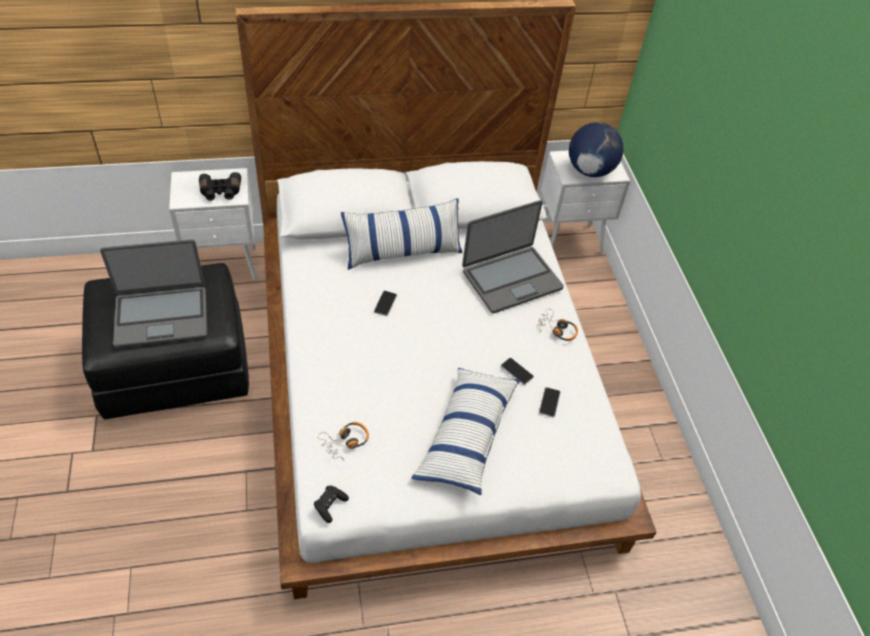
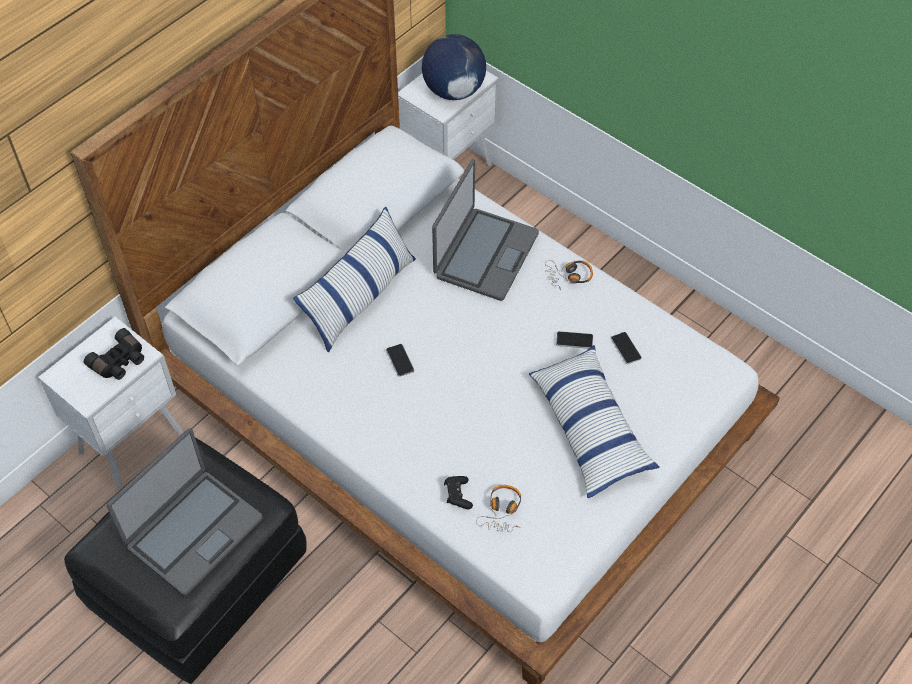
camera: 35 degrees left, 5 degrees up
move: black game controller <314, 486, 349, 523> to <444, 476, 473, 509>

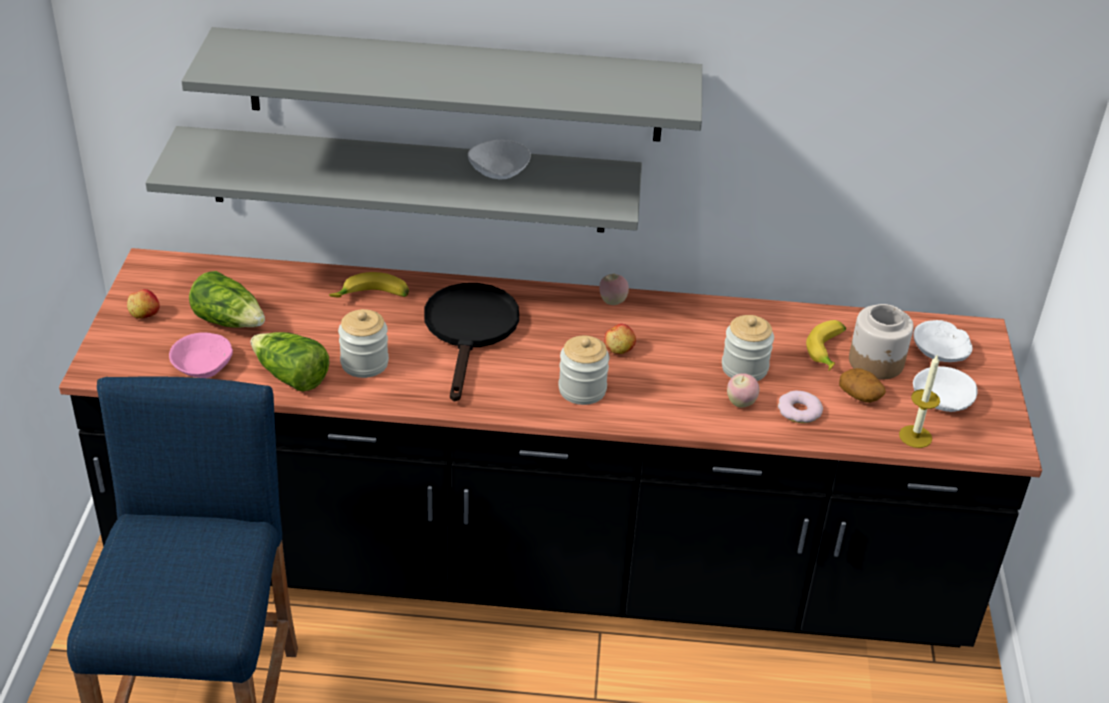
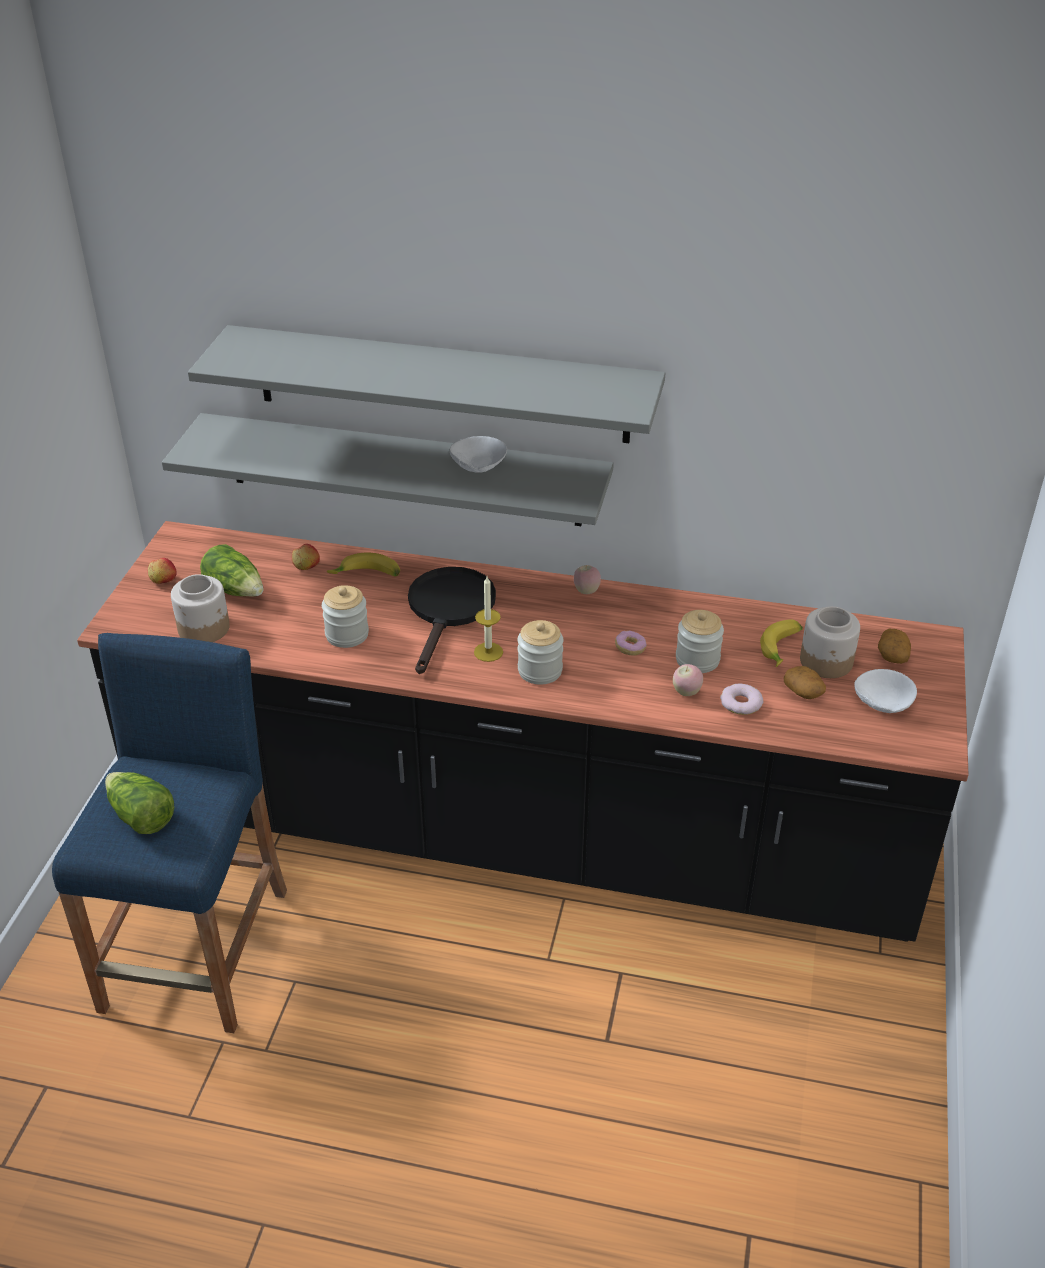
camera: 10 degrees right, 0 degrees up
insert: donut <615, 631, 647, 656>
move: lettuce <250, 332, 330, 392> to <105, 772, 174, 834>; apple <604, 324, 636, 354> to <292, 544, 320, 570>; candle <899, 354, 940, 448> to <474, 577, 503, 662>
replace: pink bowl <169, 332, 233, 378> to jar <171, 574, 230, 642>; white bowl <913, 320, 972, 362> to potato <878, 629, 911, 664>

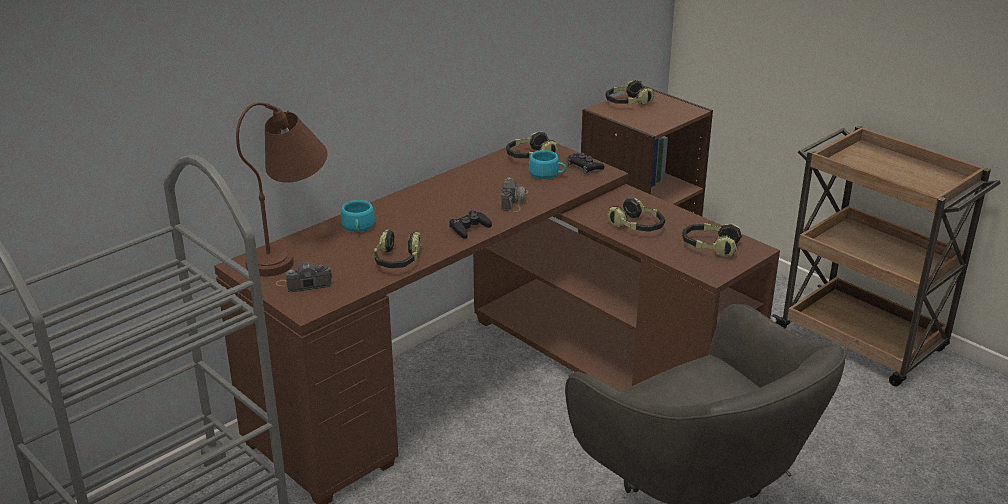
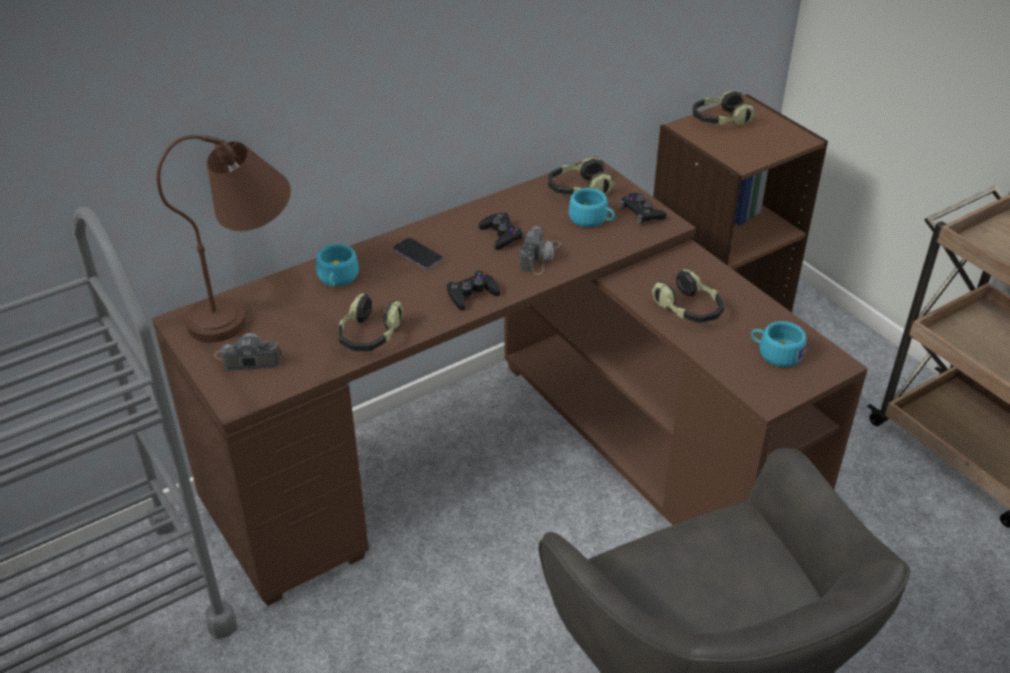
camera: 10 degrees right, 10 degrees up
insert: phone <393, 238, 443, 269>; black game controller <479, 213, 523, 250>
replace: headphones <682, 223, 742, 257> to turquoise cup <751, 321, 806, 367>

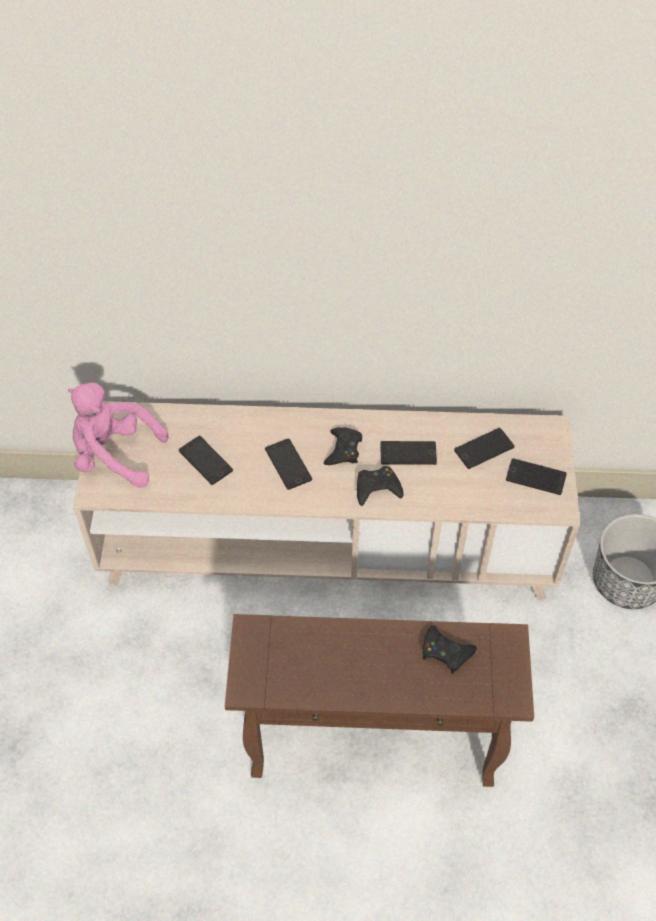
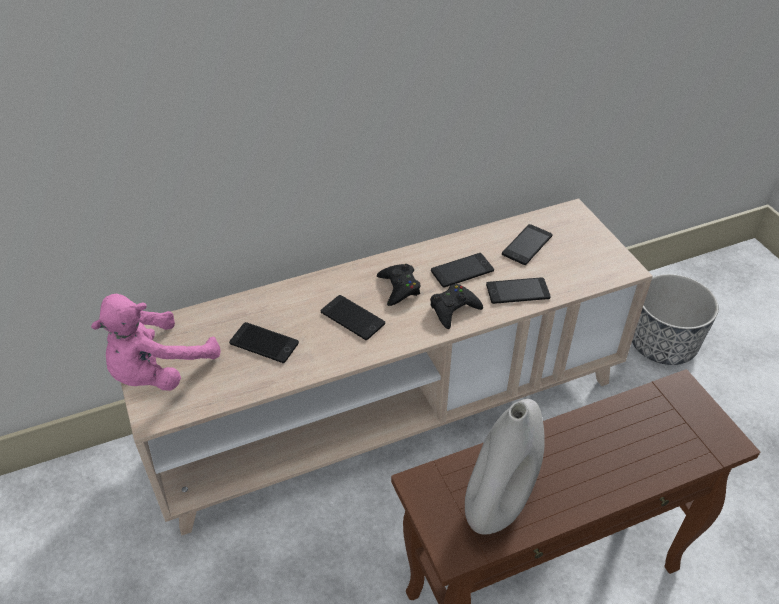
camera: 25 degrees left, 10 degrees down
delete: black game controller <423, 626, 477, 674>
insert: white vase <465, 399, 545, 535>
move: phone <506, 458, 567, 495> to <486, 277, 551, 304>
rotate: pink plush toy <68, 382, 169, 488> = <91, 294, 220, 391> 45 degrees counterclockwise

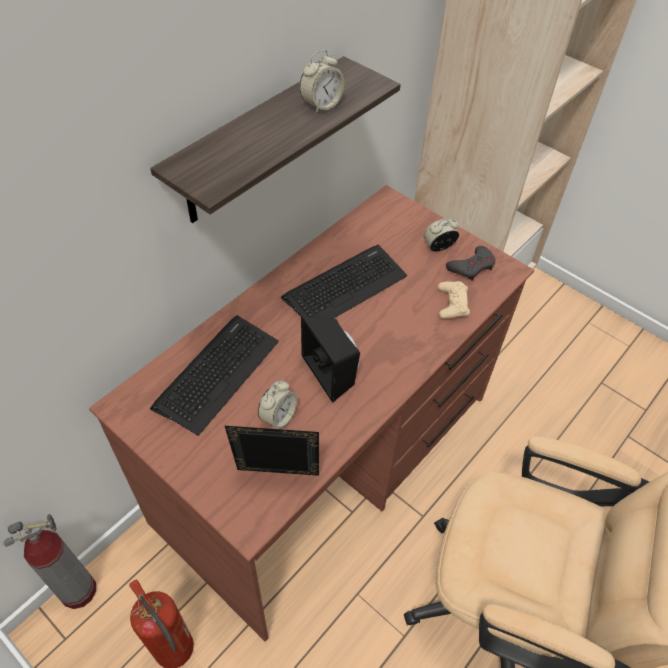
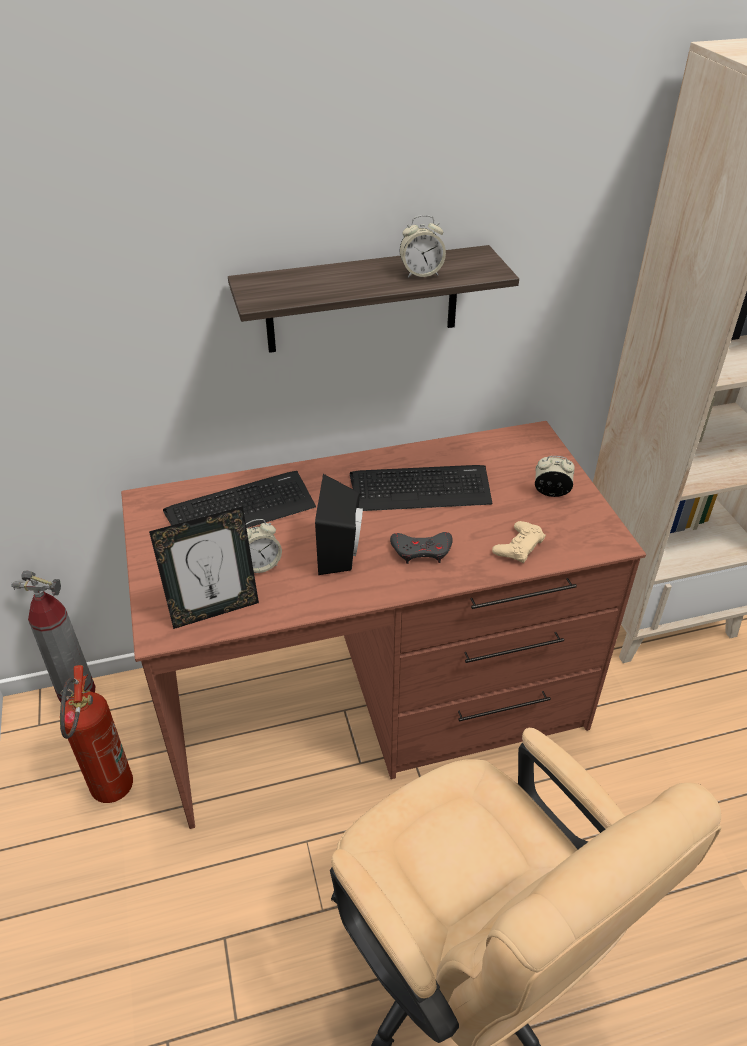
camera: 35 degrees right, 10 degrees down
move: grey game controller <446, 246, 495, 281> to <390, 532, 453, 564>
rotate: picture frame <225, 426, 319, 476> = <149, 506, 259, 629> 120 degrees clockwise

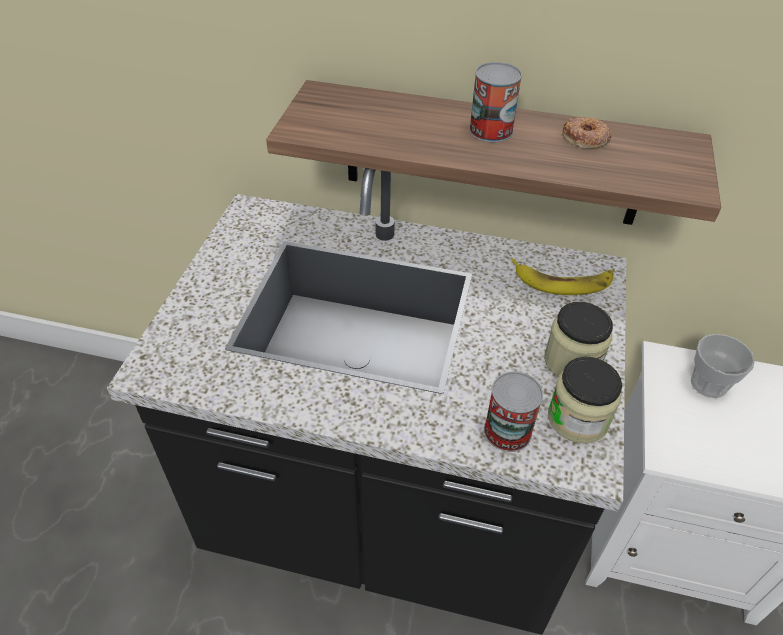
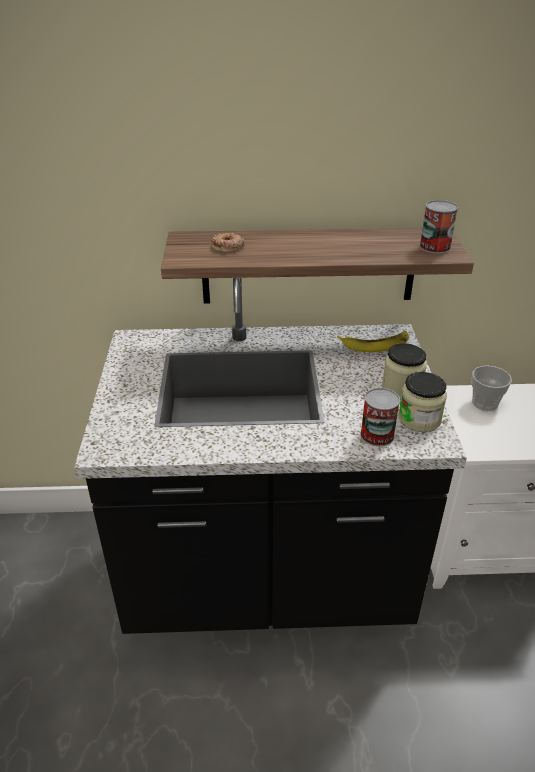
camera: 15 degrees left, 10 degrees down
move: can <469, 62, 522, 142> to <420, 200, 458, 254>; donut <562, 116, 612, 149> to <211, 233, 244, 252>

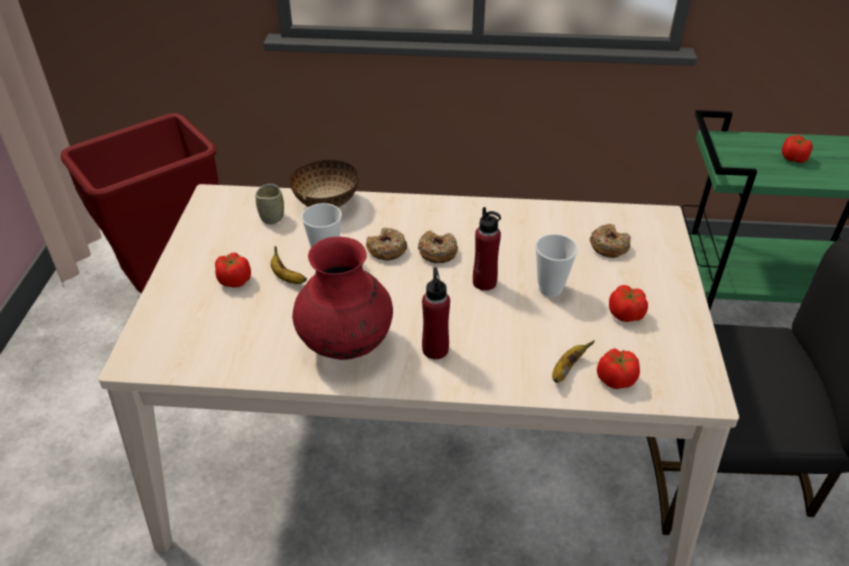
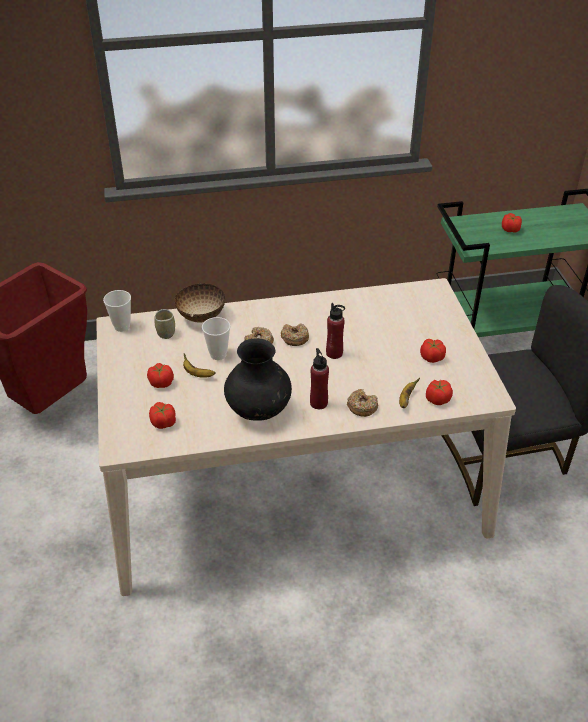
camera: 15 degrees left, 0 degrees up
insert: tomato <149, 402, 176, 429>
move: cup <535, 234, 578, 297> to <103, 290, 131, 332>; donut <589, 224, 631, 258> to <347, 389, 378, 417>
recolor: red vase <292, 237, 393, 360> to black vase <224, 338, 292, 421>

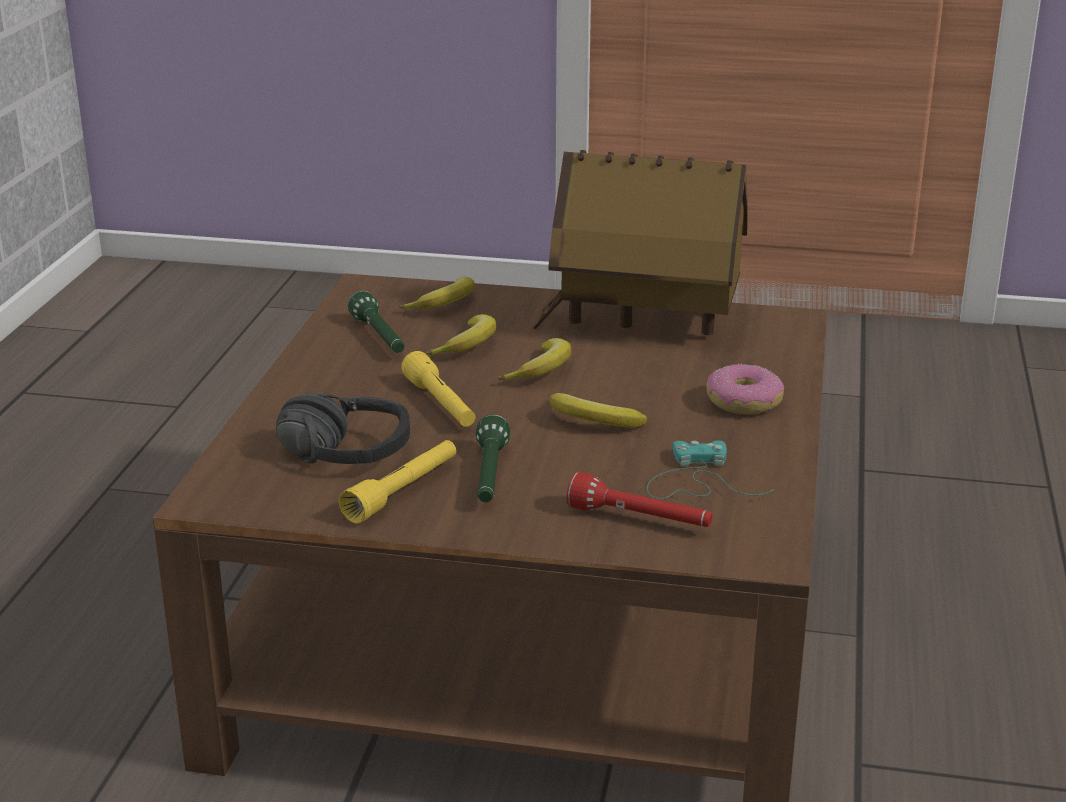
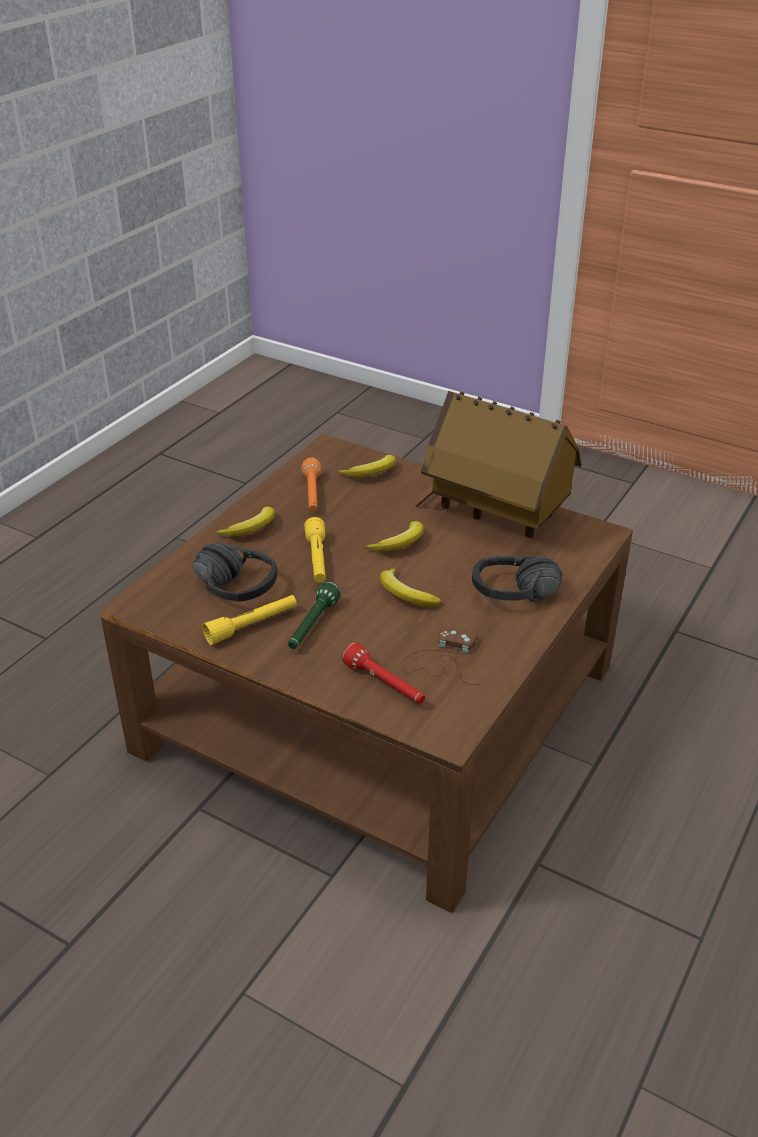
camera: 20 degrees right, 10 degrees up
move: banana <426, 314, 496, 355> to <215, 507, 275, 536>
replace: donut <706, 364, 784, 414> to black headphones <472, 556, 562, 602>
recolor: green flashlight <348, 291, 405, 353> to orange flashlight <302, 458, 321, 512>; turquoise game controller <647, 440, 775, 499> to brown game controller <401, 626, 486, 685>

